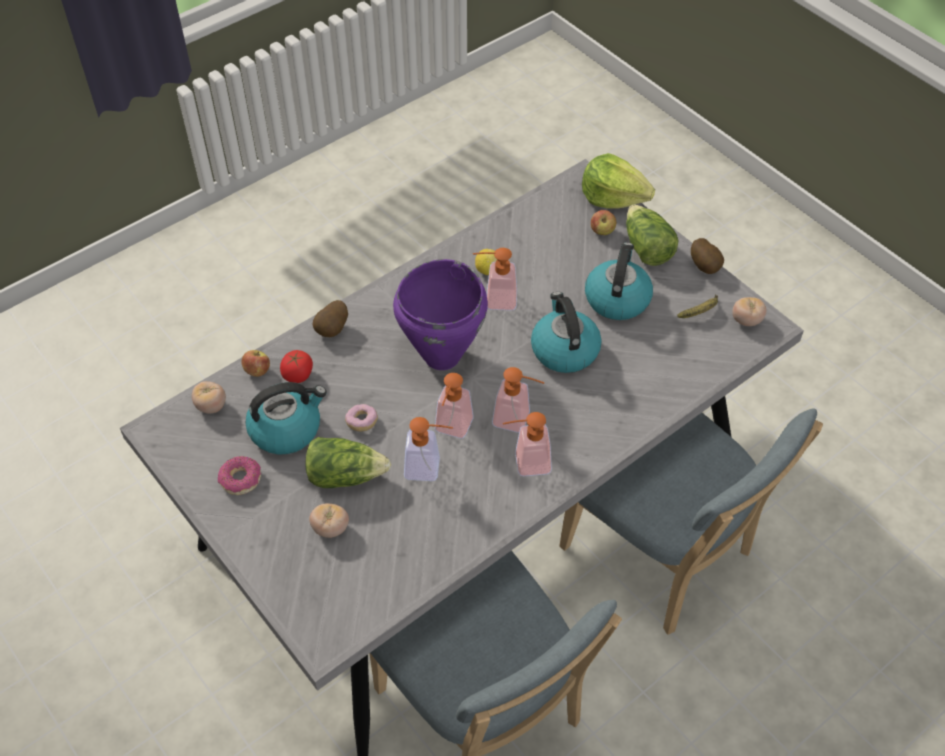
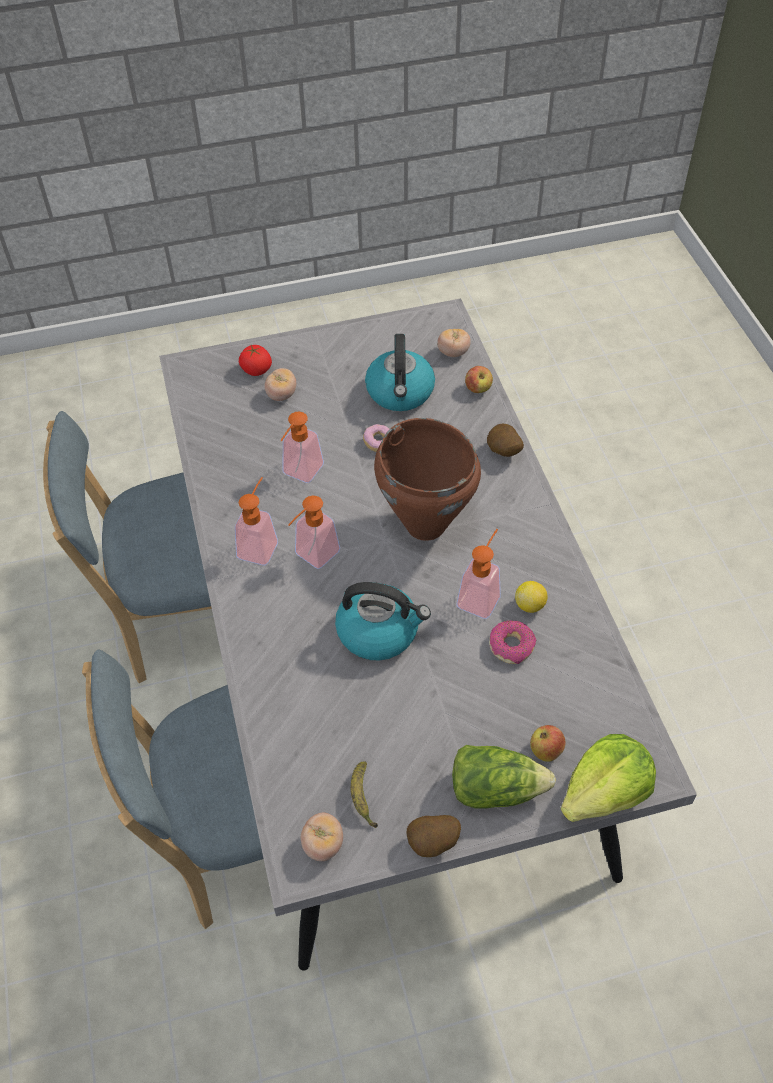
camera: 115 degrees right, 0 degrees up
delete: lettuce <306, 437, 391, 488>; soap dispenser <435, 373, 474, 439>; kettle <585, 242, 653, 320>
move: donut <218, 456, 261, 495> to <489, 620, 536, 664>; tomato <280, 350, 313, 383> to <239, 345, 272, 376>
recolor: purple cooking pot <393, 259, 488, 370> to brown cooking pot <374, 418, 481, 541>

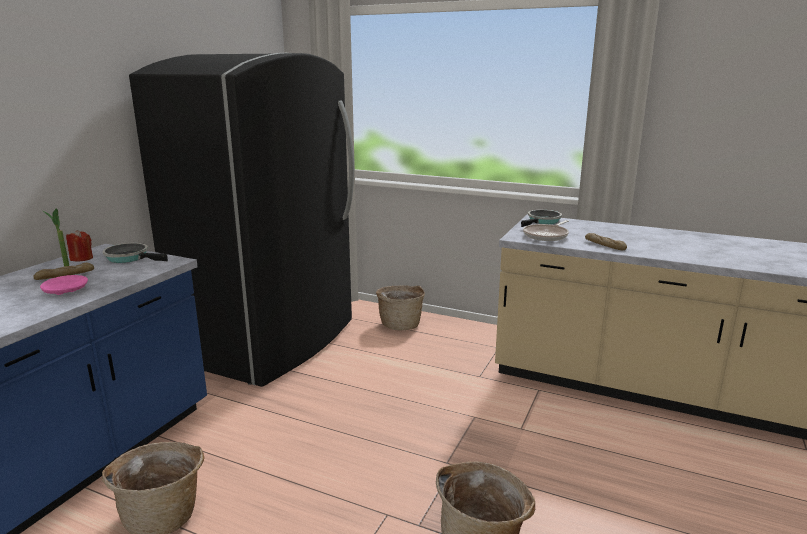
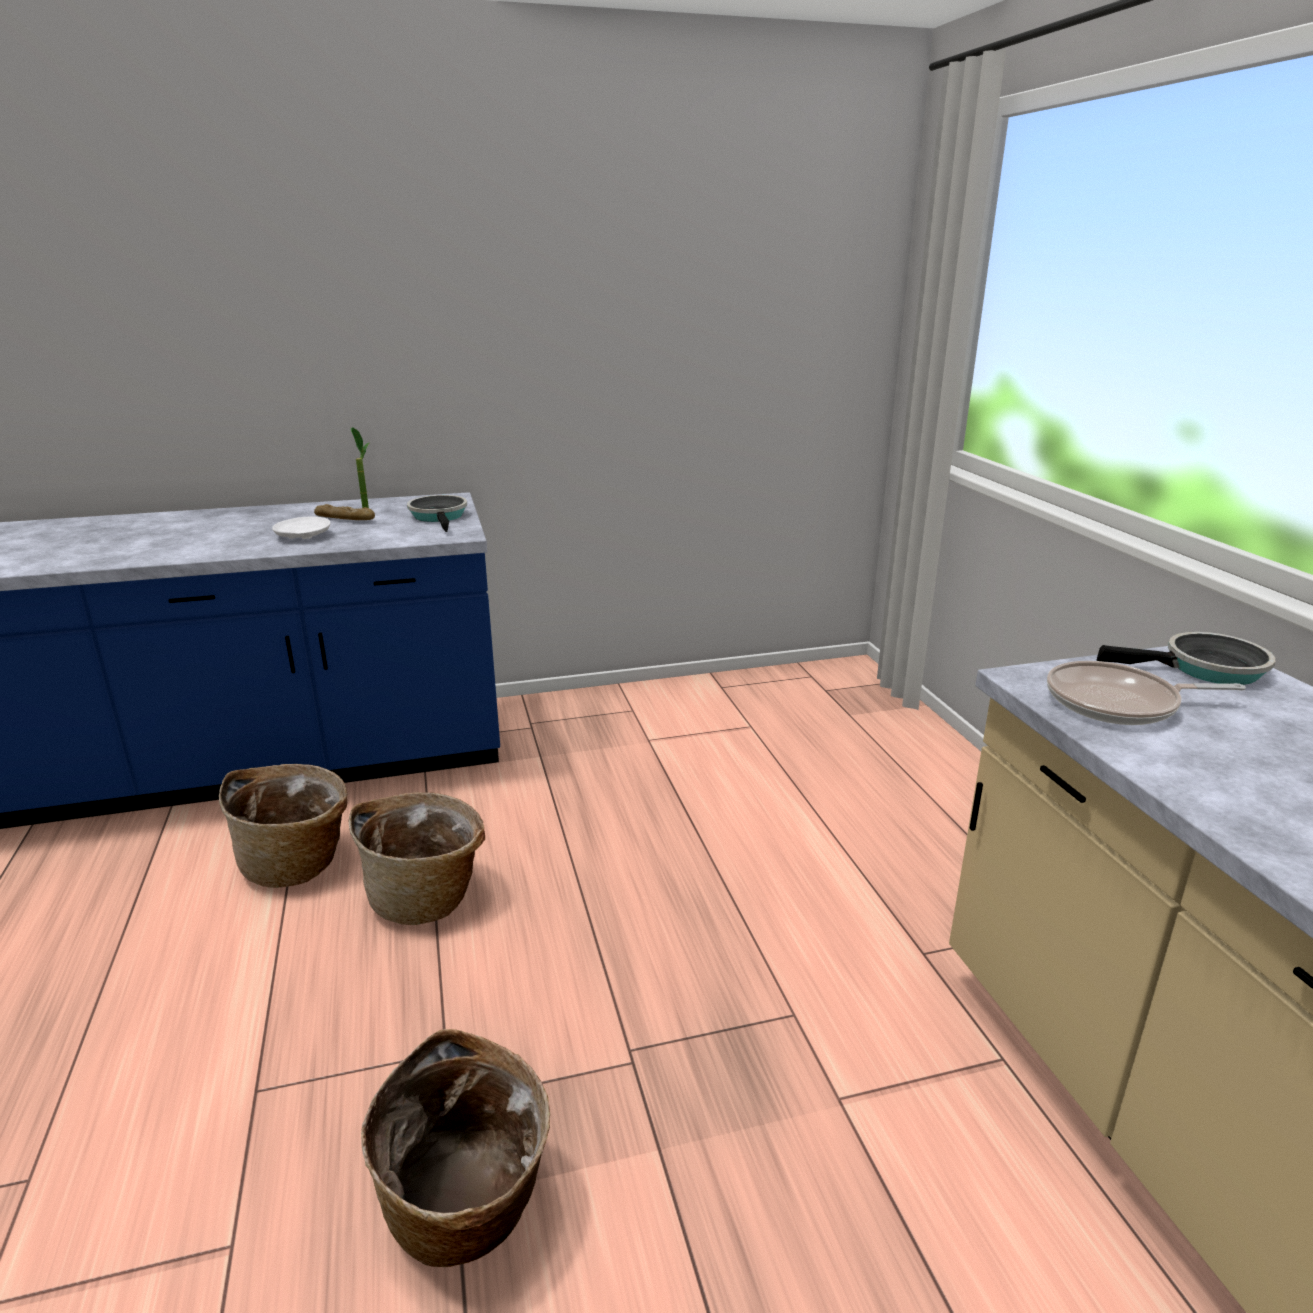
camera: 50 degrees right, 5 degrees up
delete: red candle <66, 230, 93, 262>; black fridge <129, 53, 354, 387>; bread <585, 233, 627, 250>
move: basket <376, 285, 425, 330> to <349, 792, 485, 925>
recolor: pink plate <40, 275, 88, 295> to white plate <272, 516, 331, 539>

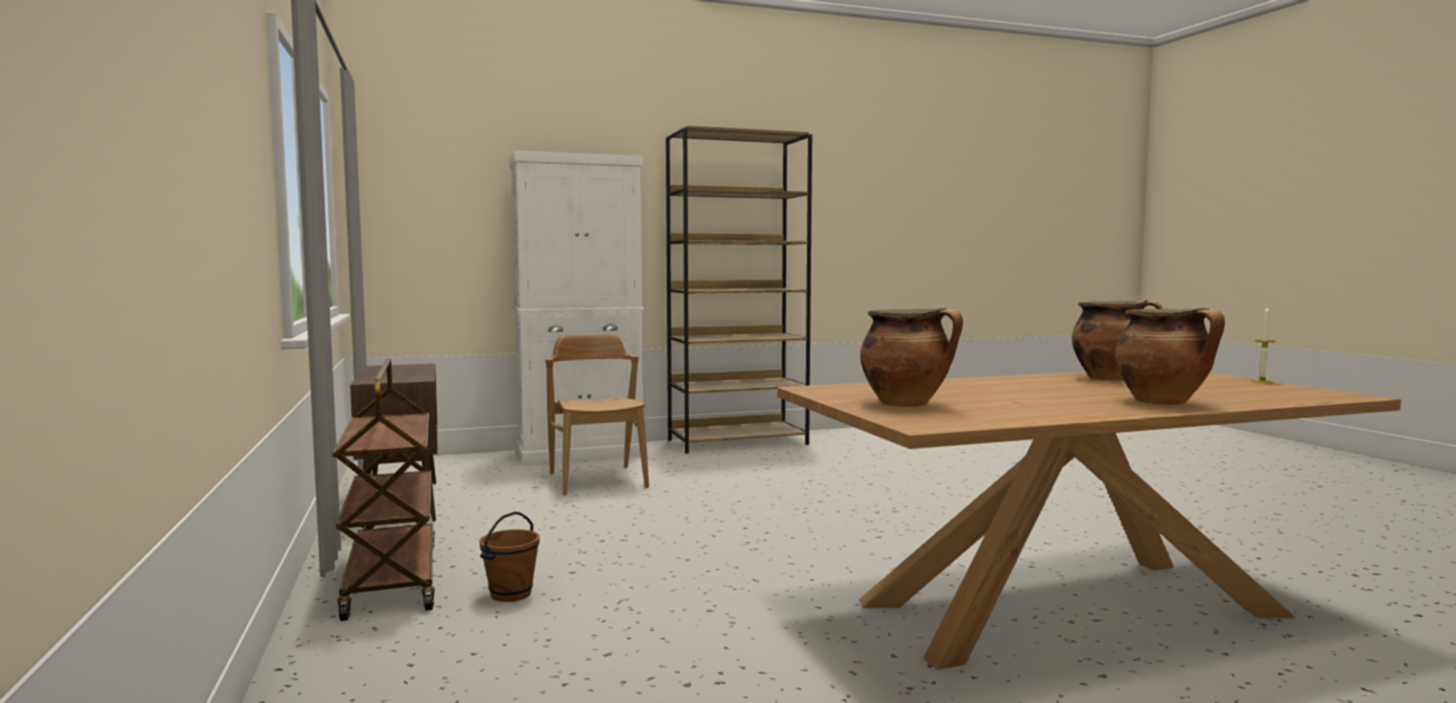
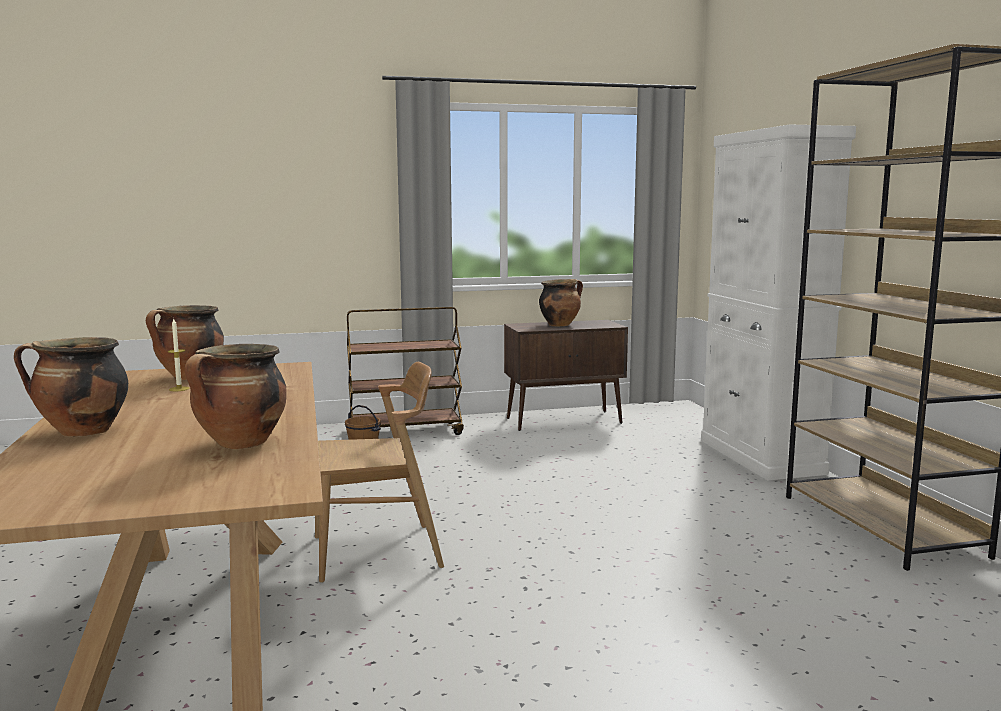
camera: 95 degrees right, 5 degrees up
insert: cooking pot <539, 279, 583, 326>
move: brown chair <545, 333, 649, 496> to <315, 362, 444, 583>; candle <1251, 306, 1275, 383> to <168, 319, 190, 391>

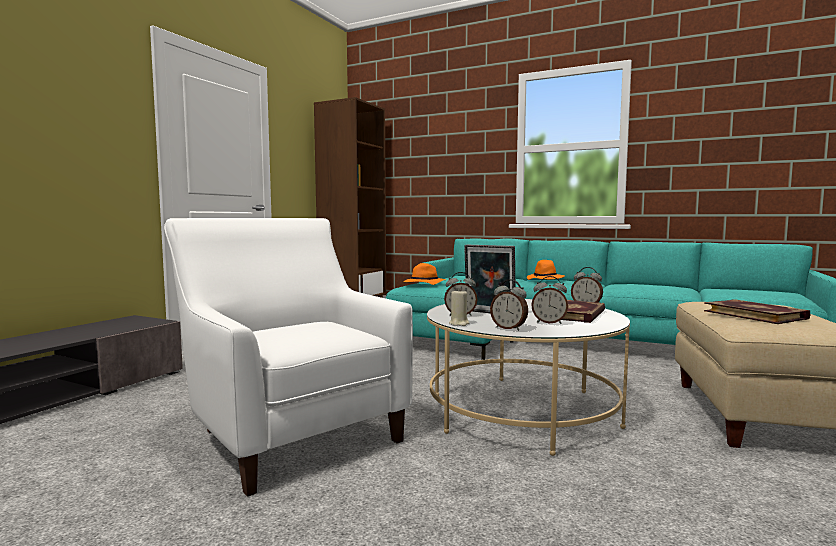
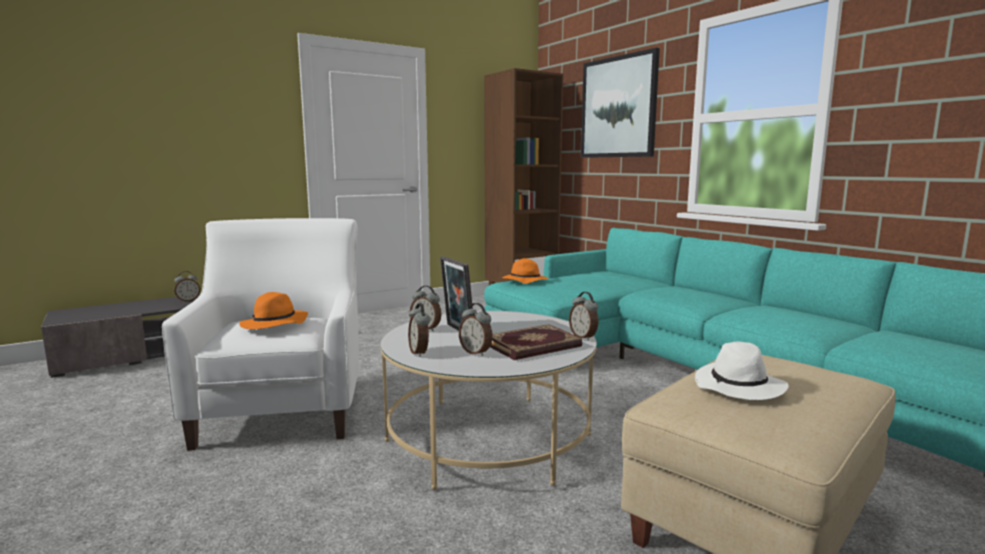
camera: 30 degrees right, 5 degrees up
delete: beige candle <449, 289, 469, 326>
insert: alarm clock <174, 271, 200, 302>; picture <581, 48, 660, 158>
move: orange hat <527, 260, 565, 280> to <239, 292, 308, 329>
replace: book <704, 299, 810, 324> to white hat <695, 342, 789, 400>

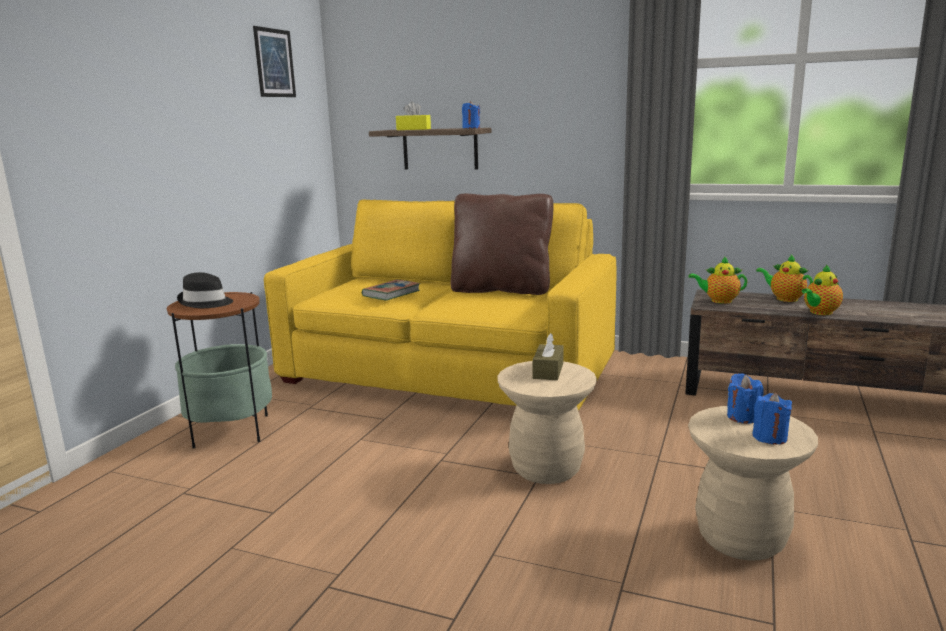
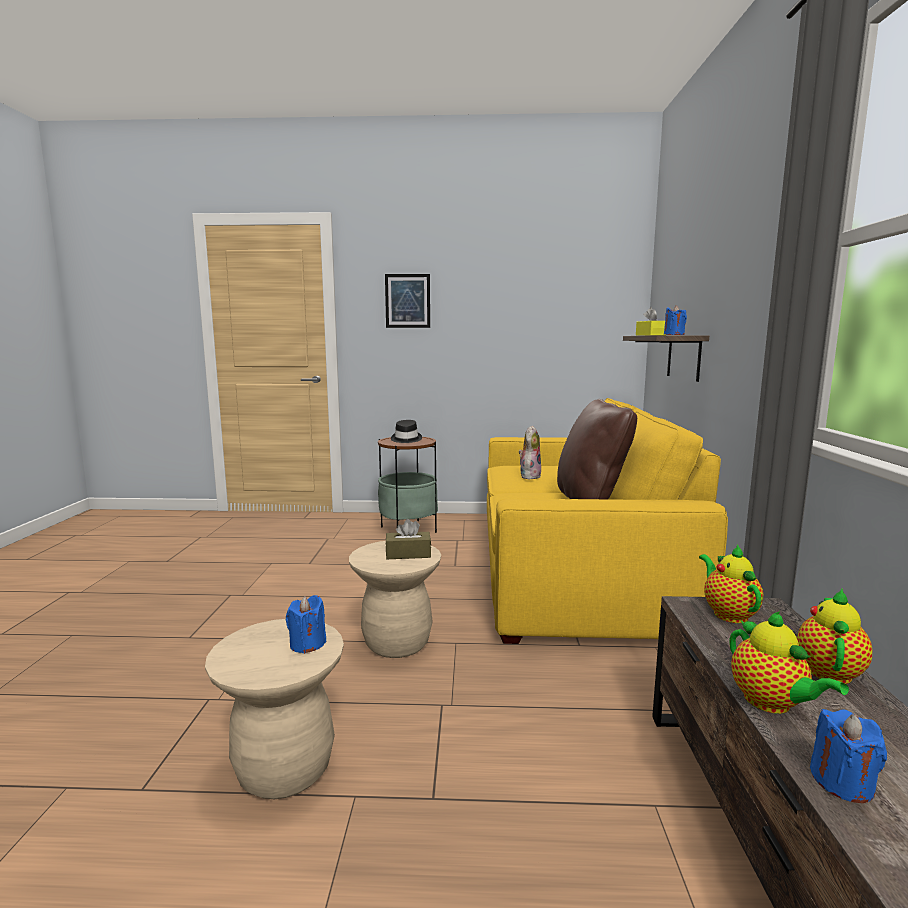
camera: 70 degrees right, 5 degrees down
move: picture <253, 26, 296, 97> to <385, 274, 430, 328>; blue candle <752, 393, 792, 444> to <810, 709, 887, 803>
replace: book <362, 280, 420, 301> to plush toy <519, 425, 541, 479>
rotate: teapot <802, 264, 843, 315> = <730, 611, 849, 714> 150 degrees counterclockwise

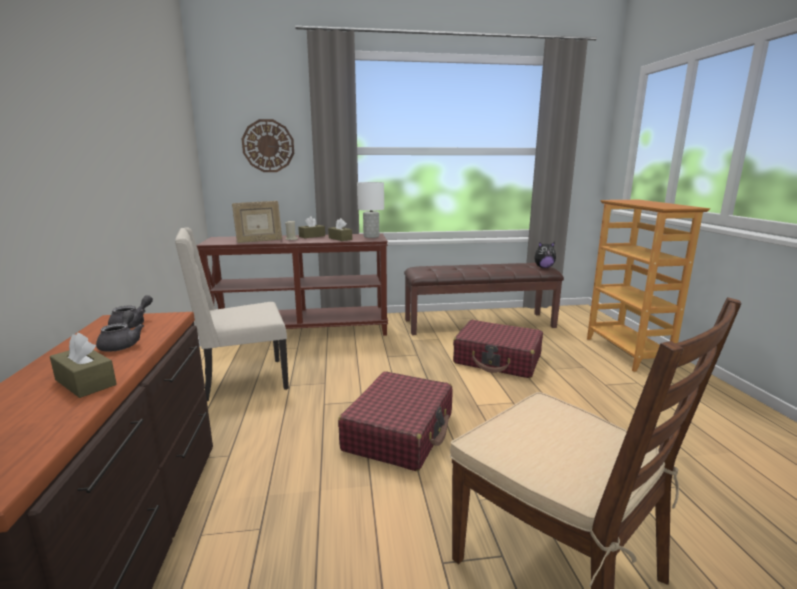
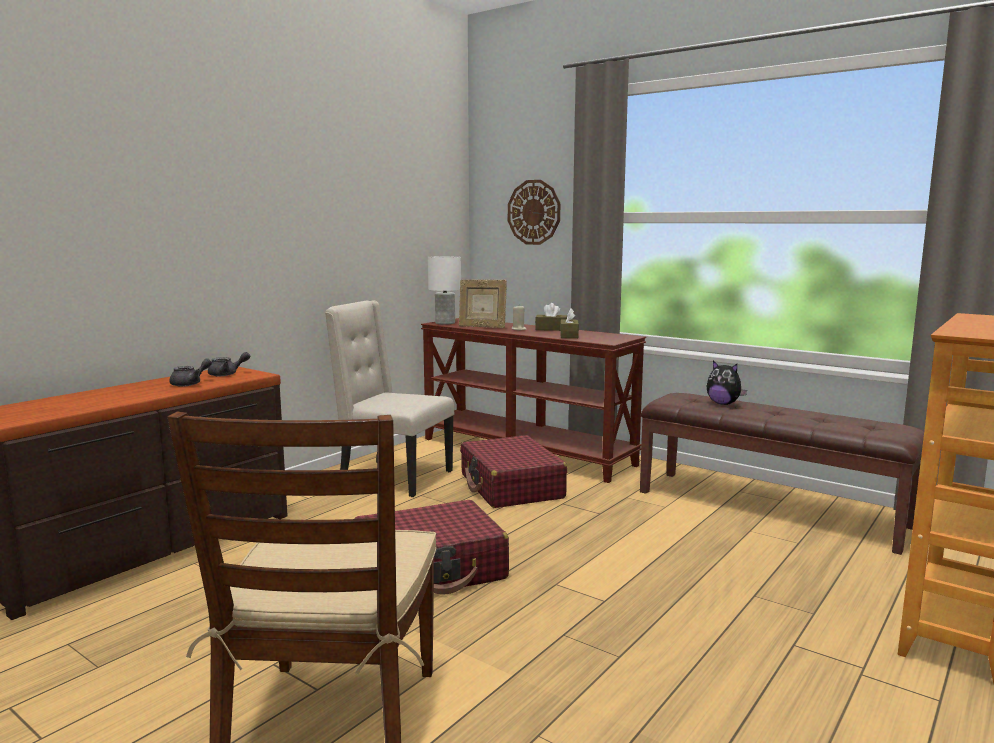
camera: 45 degrees right, 5 degrees down
delete: brown tissue box <50, 332, 117, 398>
move: white table lamp <357, 182, 384, 238> to <428, 256, 461, 325>; red suitcase <453, 320, 543, 378> to <460, 435, 567, 508>; plush toy <534, 242, 556, 268> to <706, 361, 747, 405>

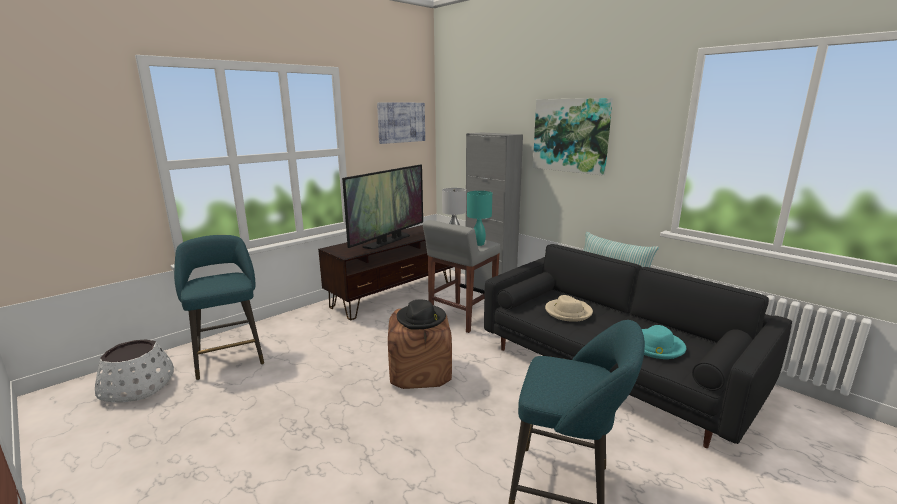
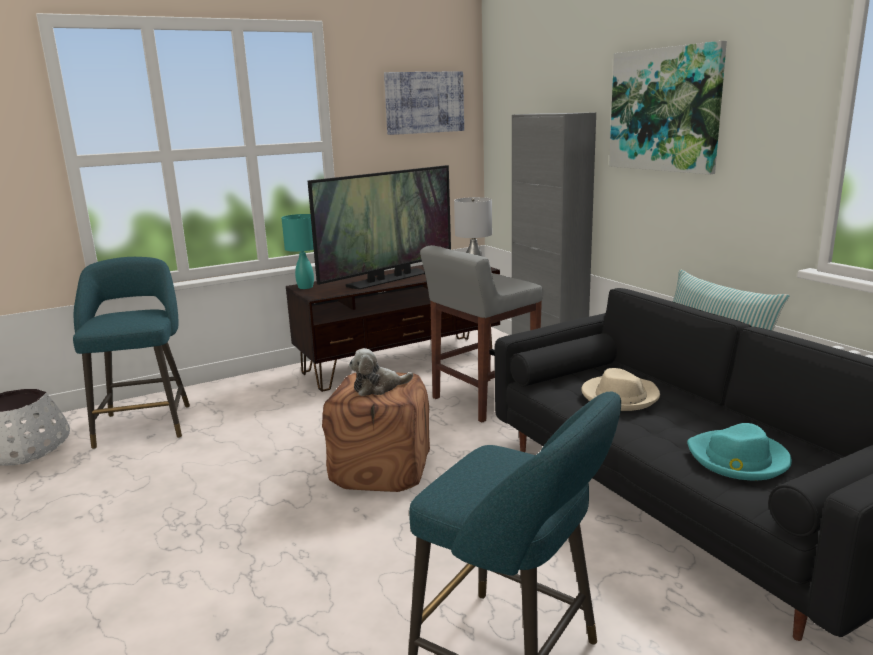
camera: 15 degrees right, 0 degrees up
move: turquoise table lamp <467, 191, 492, 246> to <282, 214, 314, 289>
replace: black hat <397, 300, 446, 329> to plush toy <349, 348, 413, 396>

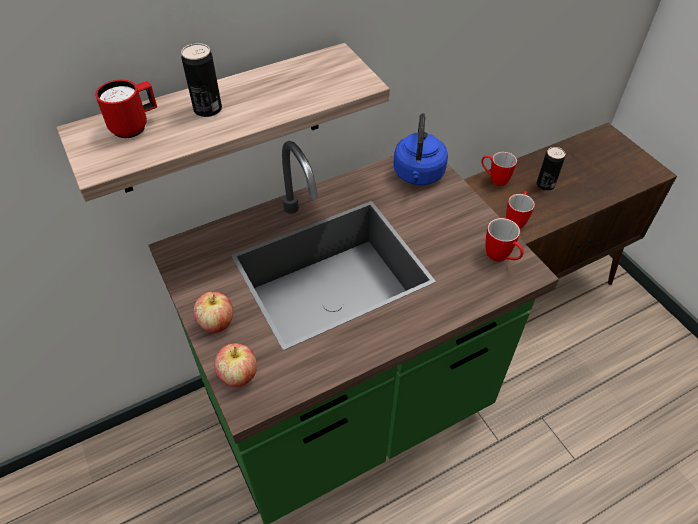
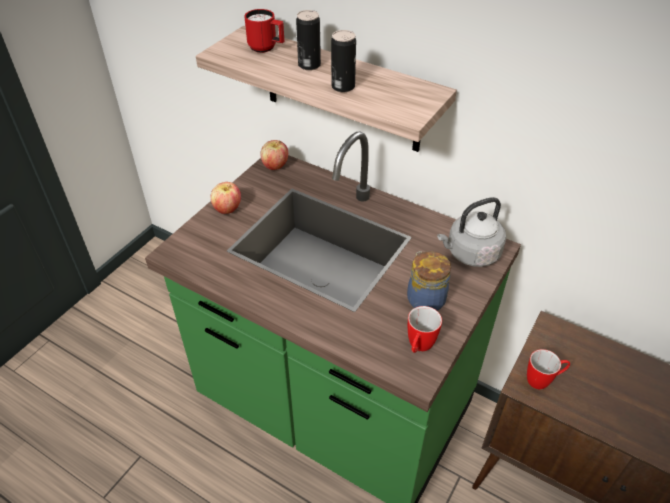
camera: 60 degrees right, 5 degrees down
delete: mug <481, 152, 517, 186>
insert: jar <407, 251, 451, 311>
move: apple <214, 343, 257, 387> to <260, 140, 288, 170>; can <537, 147, 565, 191> to <331, 30, 356, 92>
recolor: blue kettle <393, 113, 448, 185> to grey kettle <437, 197, 506, 267>

